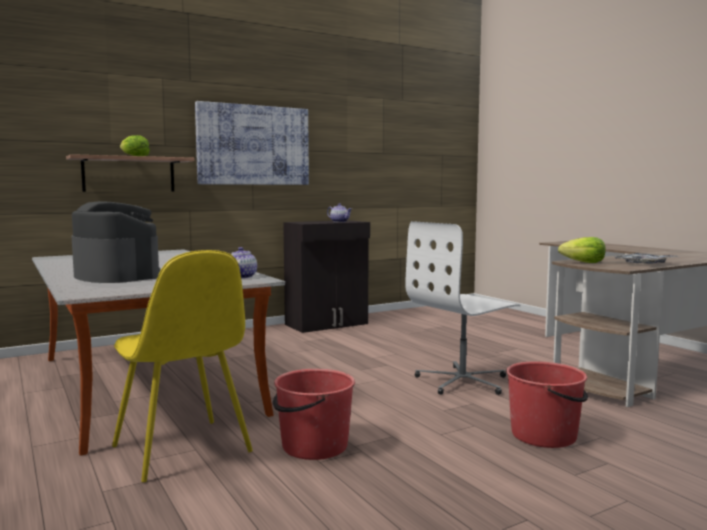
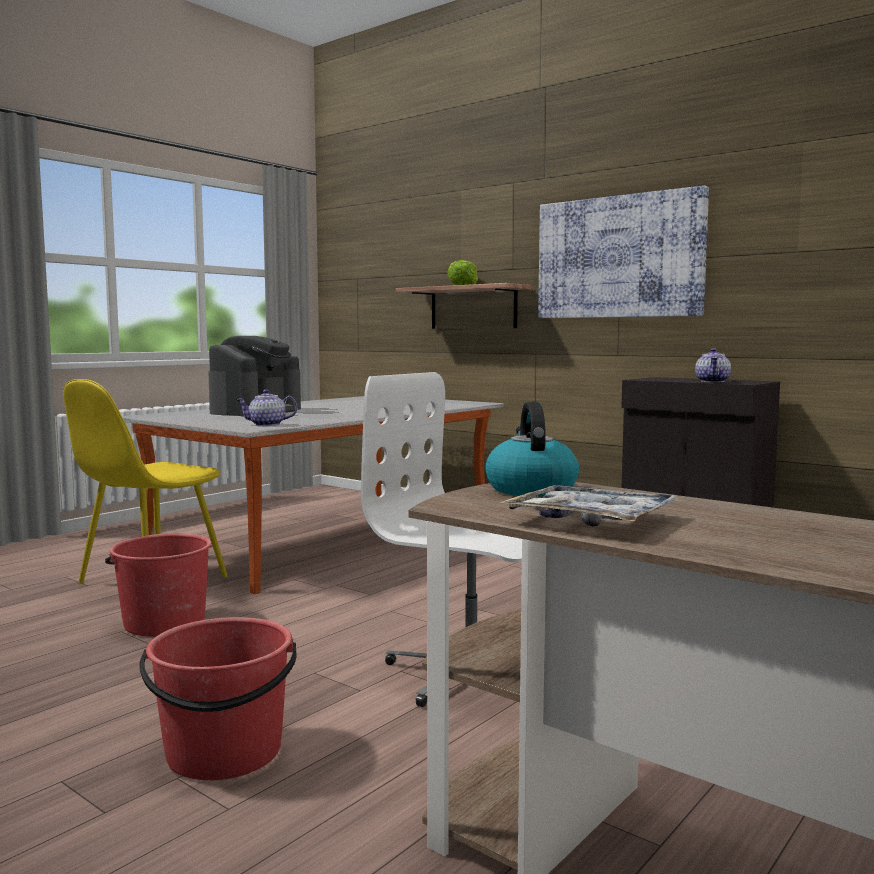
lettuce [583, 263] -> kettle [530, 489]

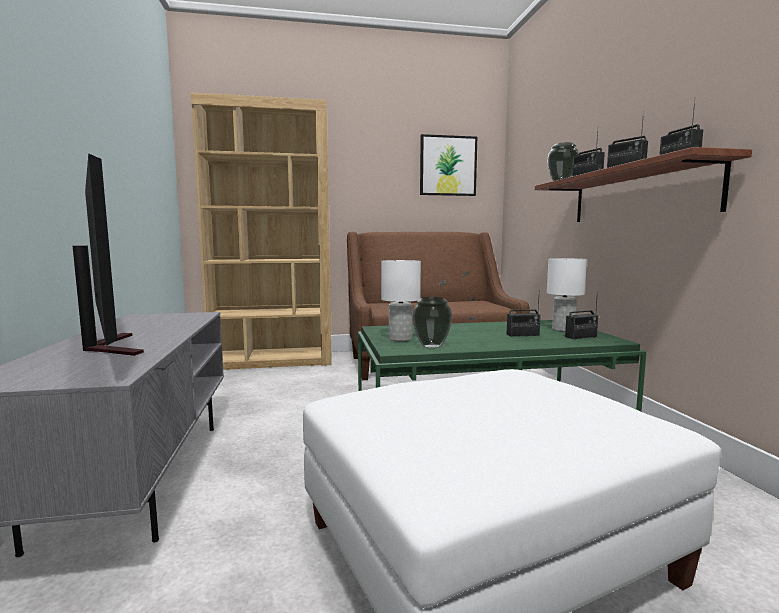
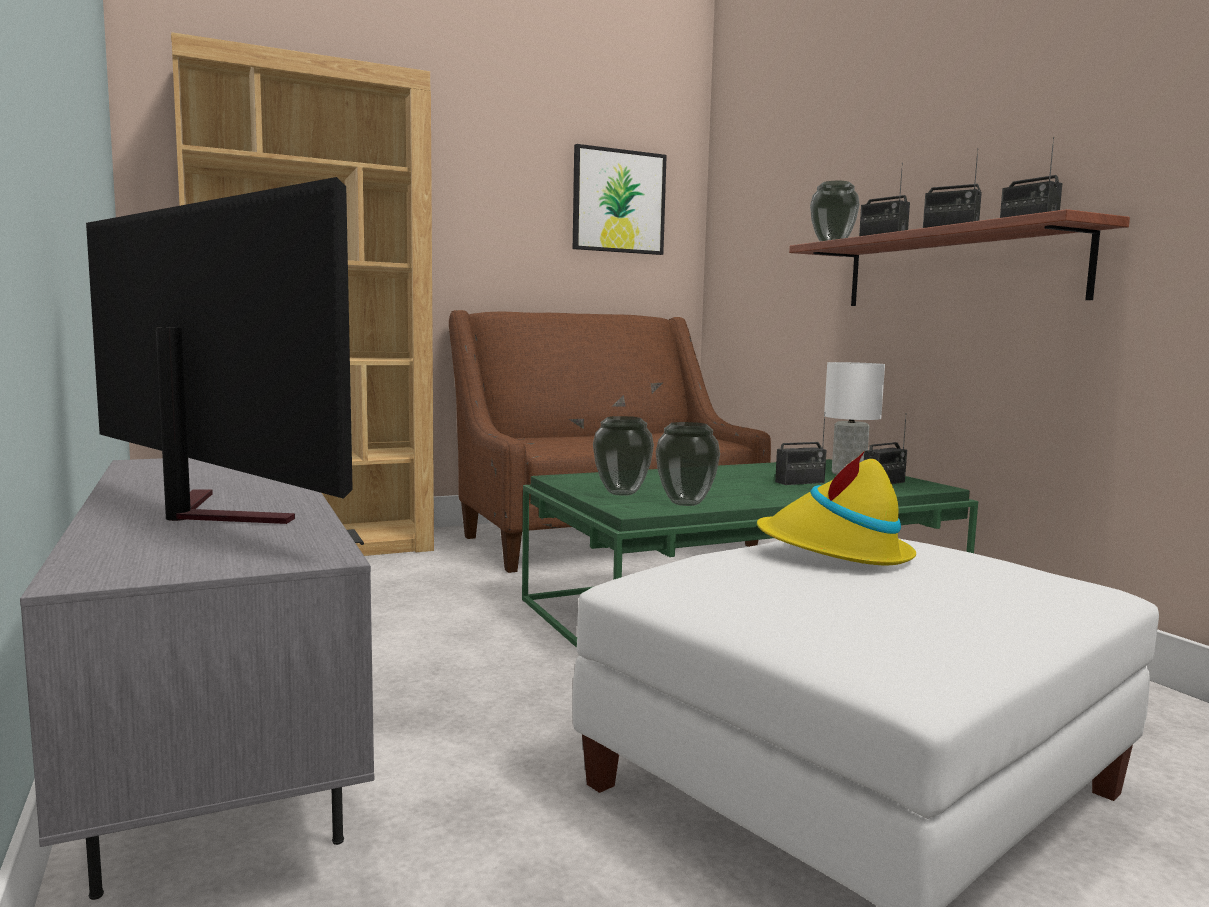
white table lamp [400, 338] -> vase [622, 493]
none -> yellow hat [834, 552]

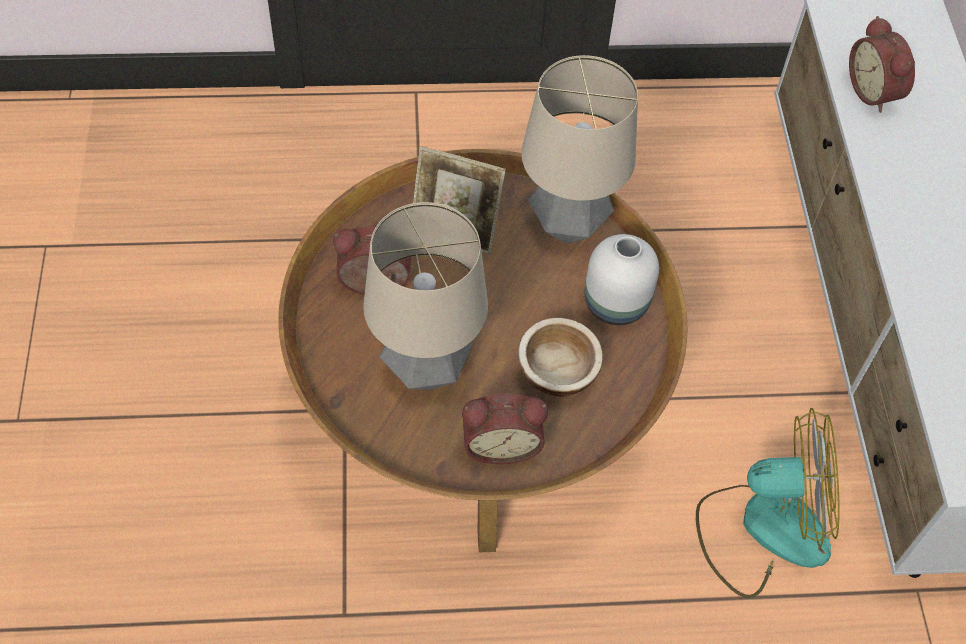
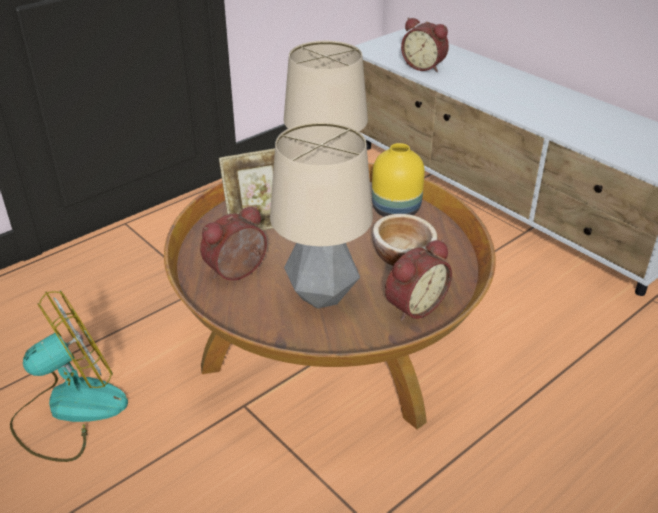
fan [763, 527] -> fan [69, 410], relocated
white vase [617, 305] -> yellow vase [397, 211]

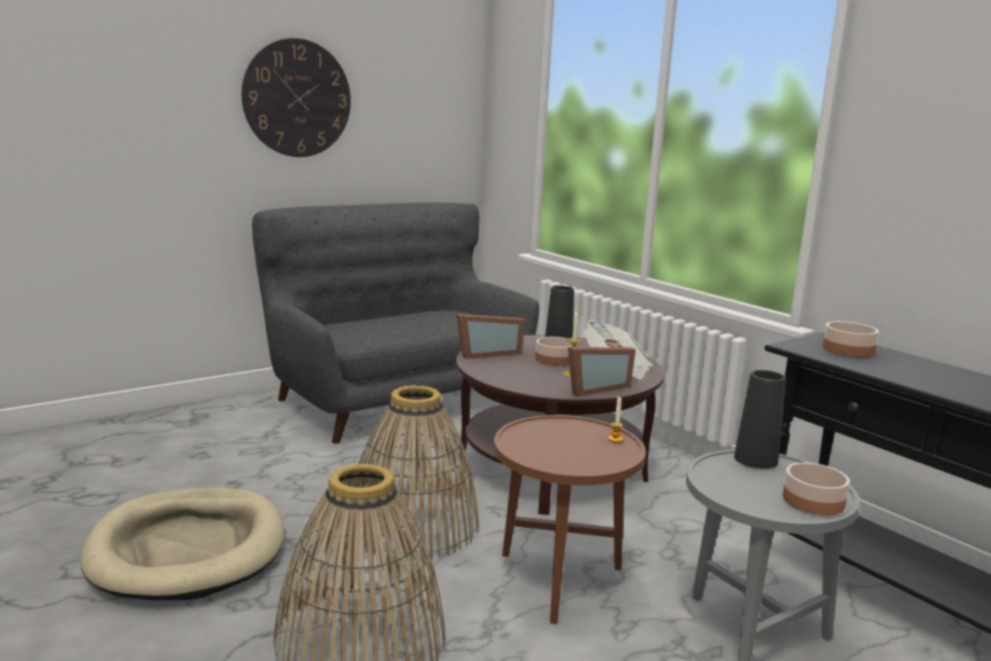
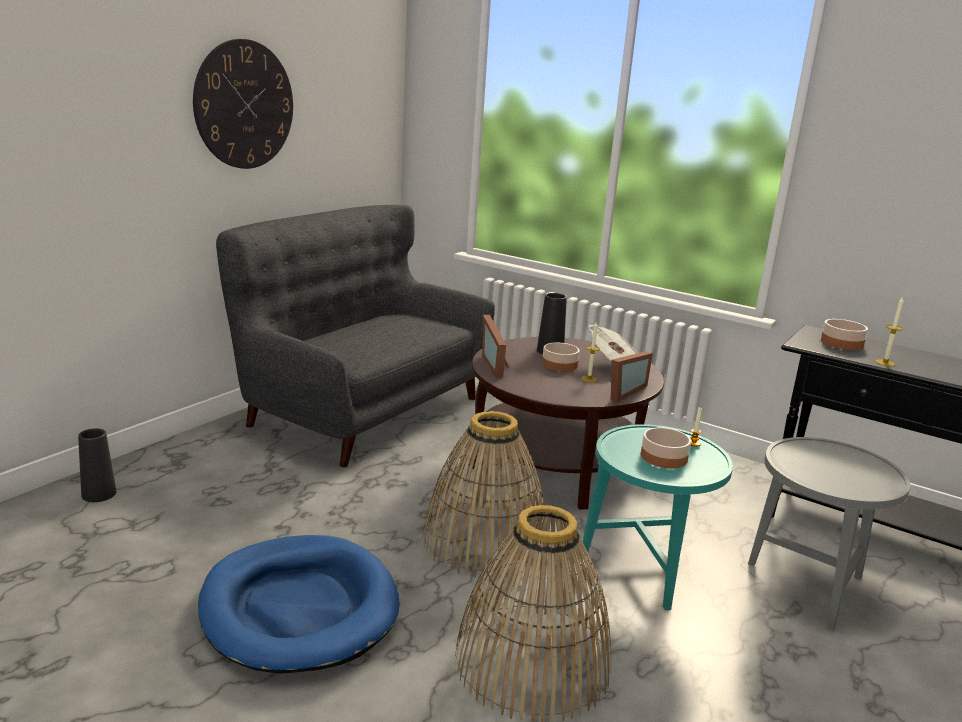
black vase [755, 459] -> black vase [99, 494], relocated
beige dog bed [188, 549] -> blue dog bed [299, 608]
picture frame [486, 353] -> picture frame [497, 365], 120 degrees clockwise
brown side table [558, 583] -> turquoise side table [644, 572]
bowl [812, 501] -> bowl [663, 457], relocated
none -> candle [885, 363]

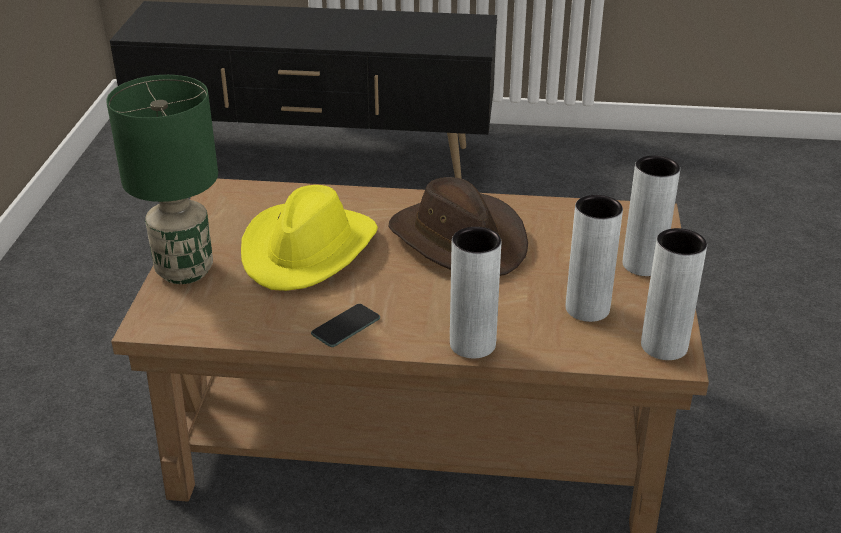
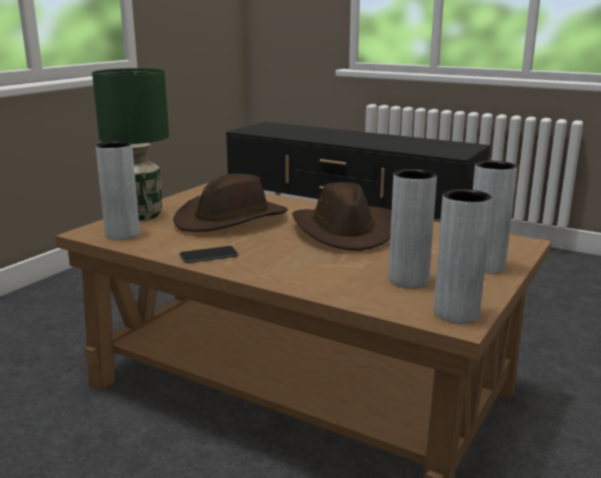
grey vase [472, 344] -> grey vase [122, 234], relocated
yellow hat [309, 250] -> brown hat [231, 219]

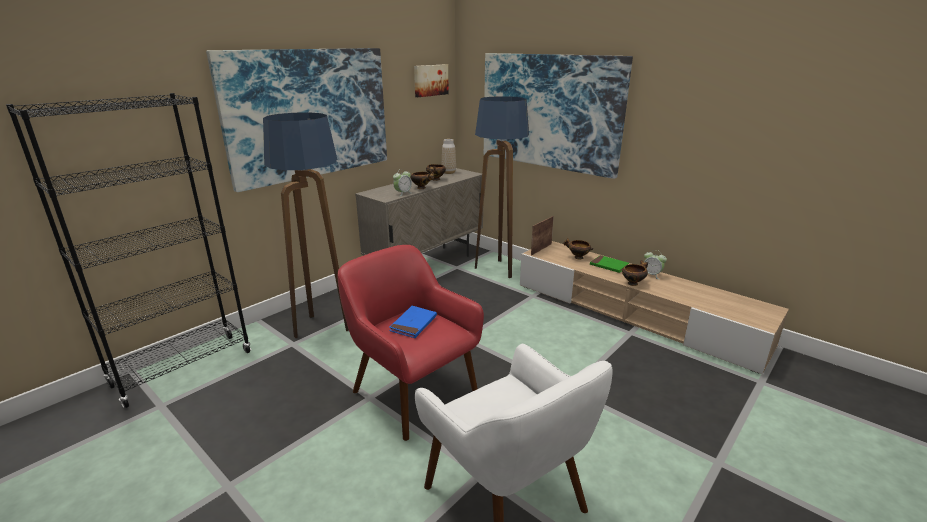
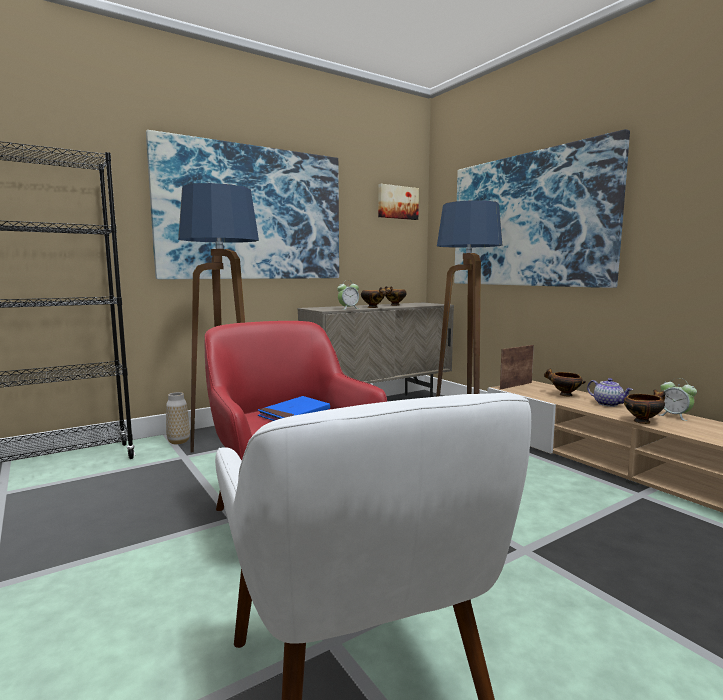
vase [448, 172] -> vase [178, 441], relocated
green book [609, 266] -> teapot [608, 404]

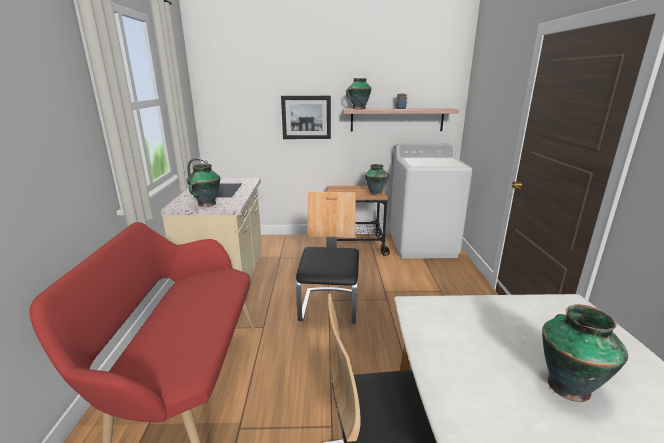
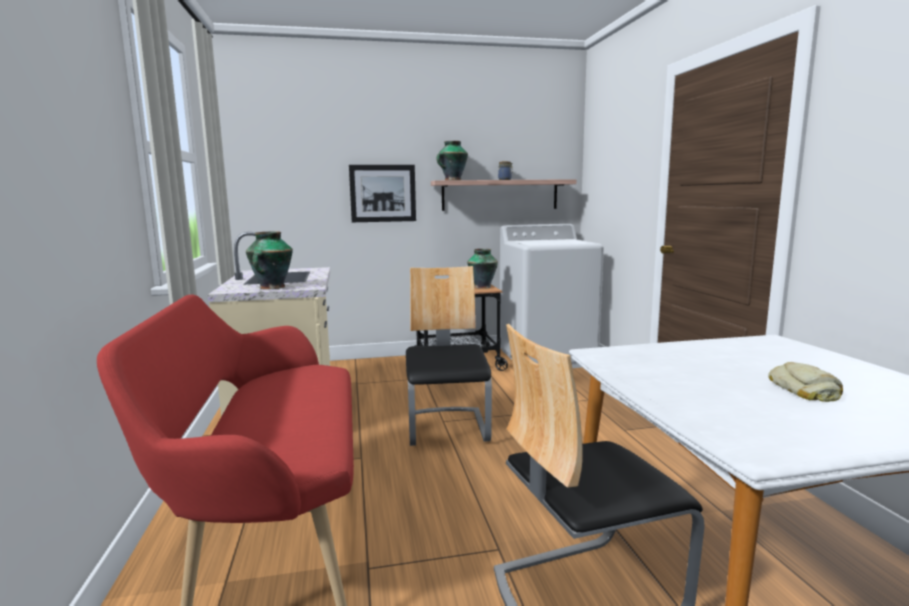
vase [567, 385] -> bread [804, 390]

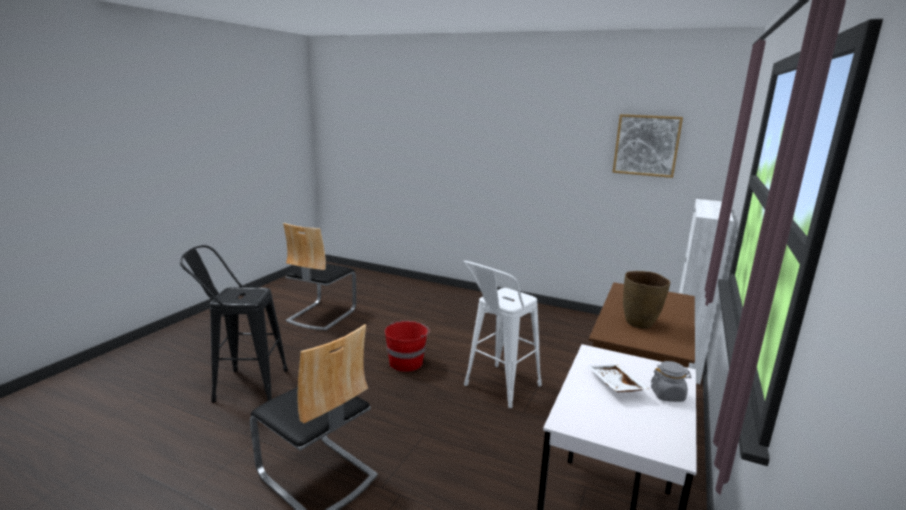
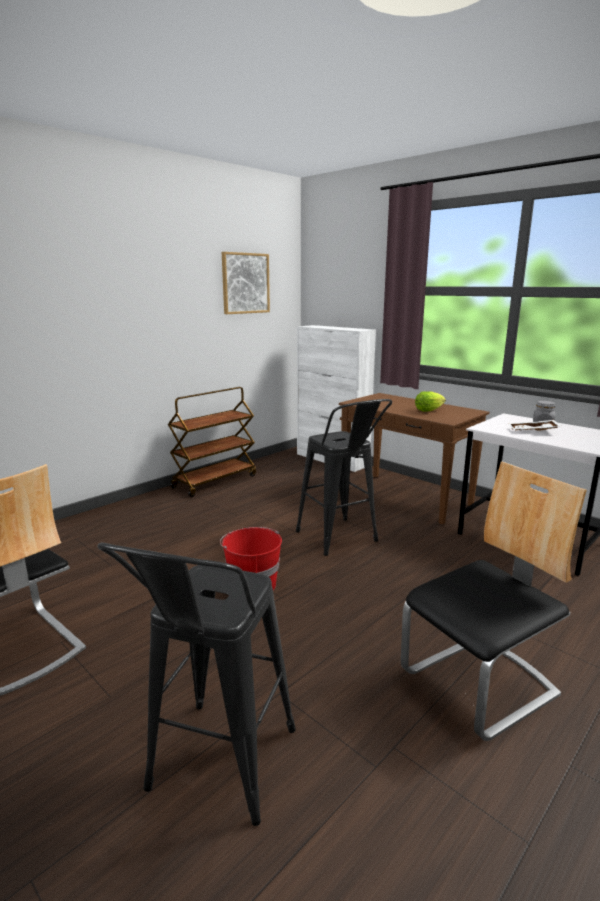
none -> brown cart [215, 481]
white stool [497, 389] -> black stool [340, 540]
brown vase [640, 323] -> lettuce [428, 410]

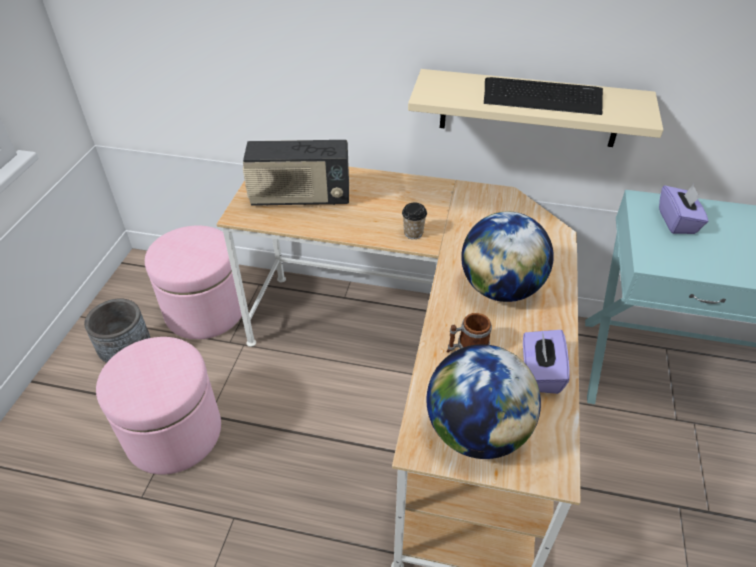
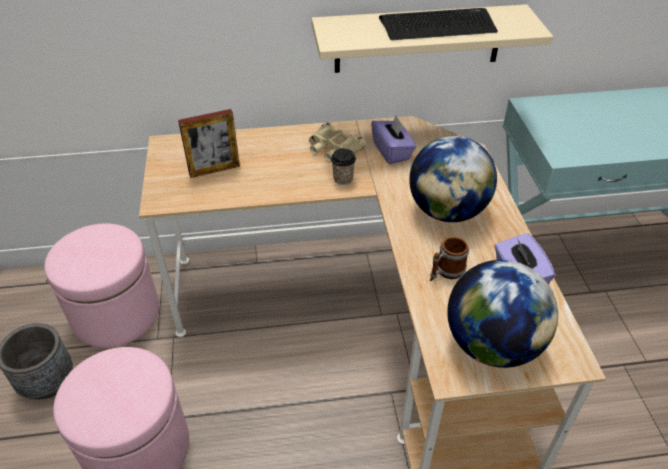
radio [300, 198] -> picture frame [214, 170]
none -> beige binoculars [333, 148]
purple tissue box [677, 222] -> purple tissue box [392, 151], relocated

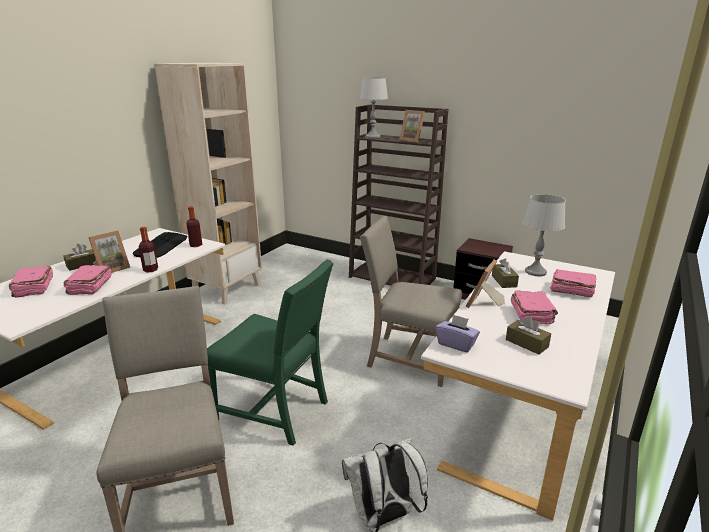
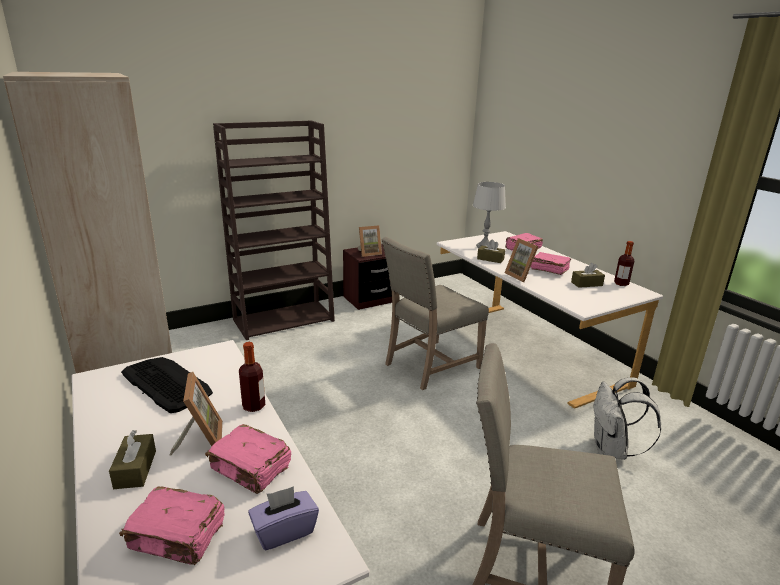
purple tissue box [456, 344] -> purple tissue box [284, 531], relocated
picture frame [412, 140] -> picture frame [369, 253], relocated
bottle [196, 245] -> bottle [621, 284], relocated
green chair [276, 410] -> none
grey table lamp [373, 137] -> none

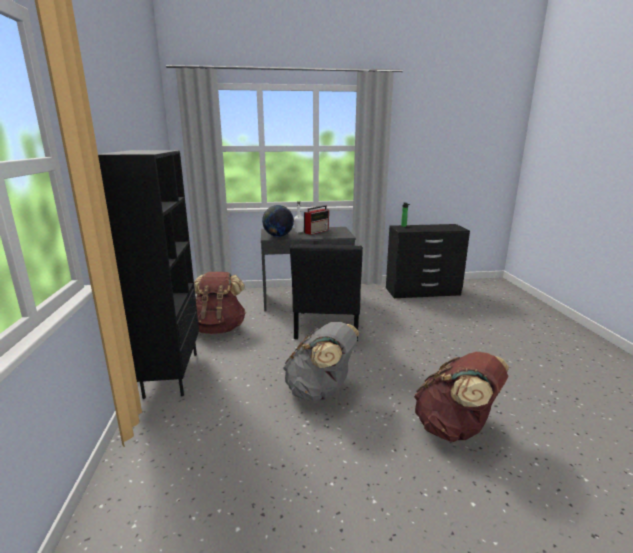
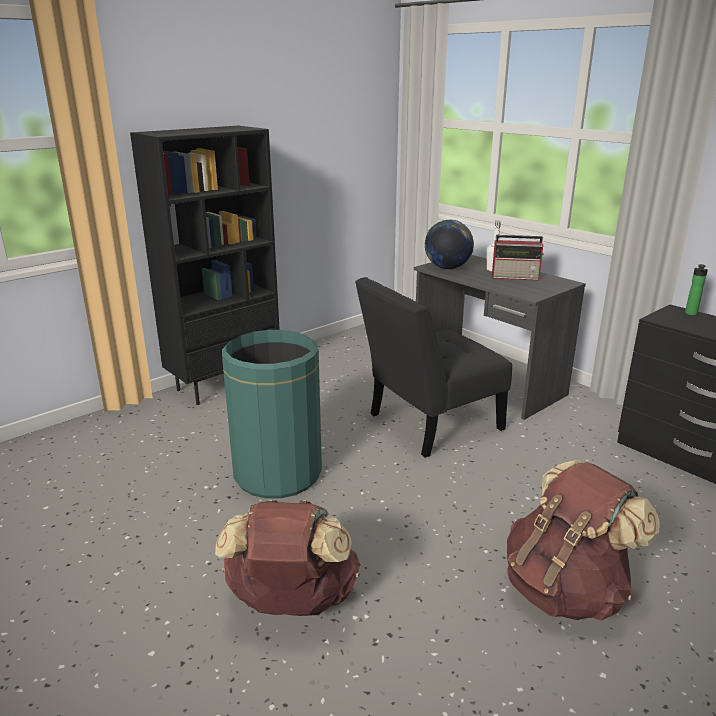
grey backpack [321, 391] -> green trash can [277, 474]
brown backpack [218, 328] -> brown backpack [565, 590], relocated

